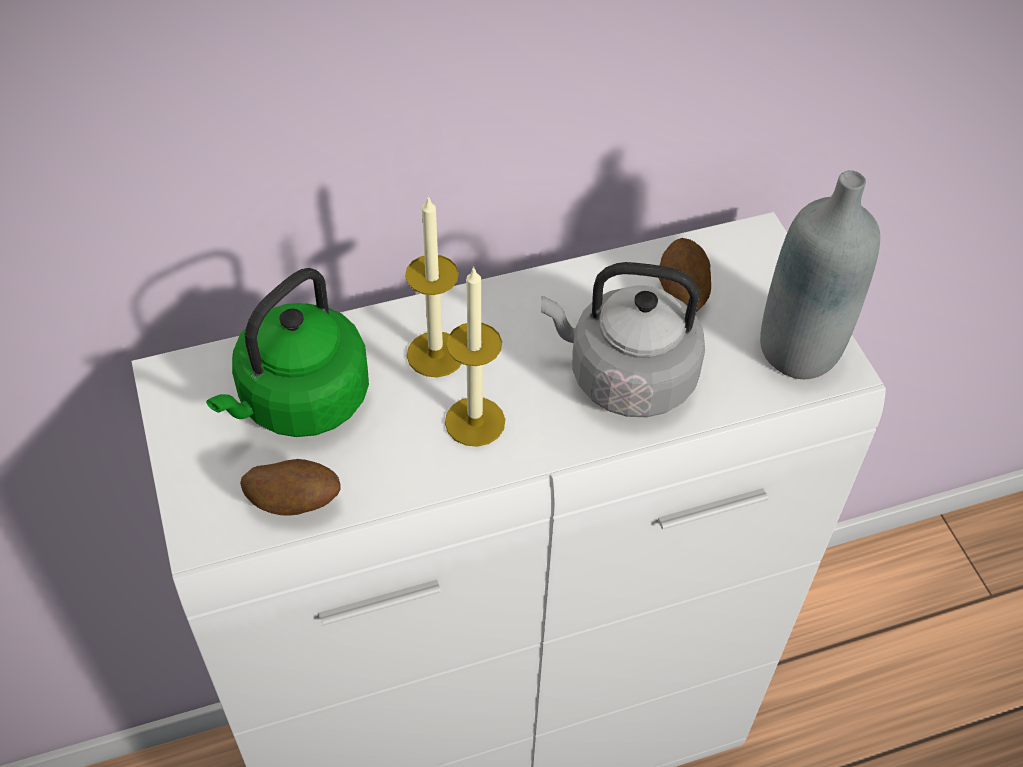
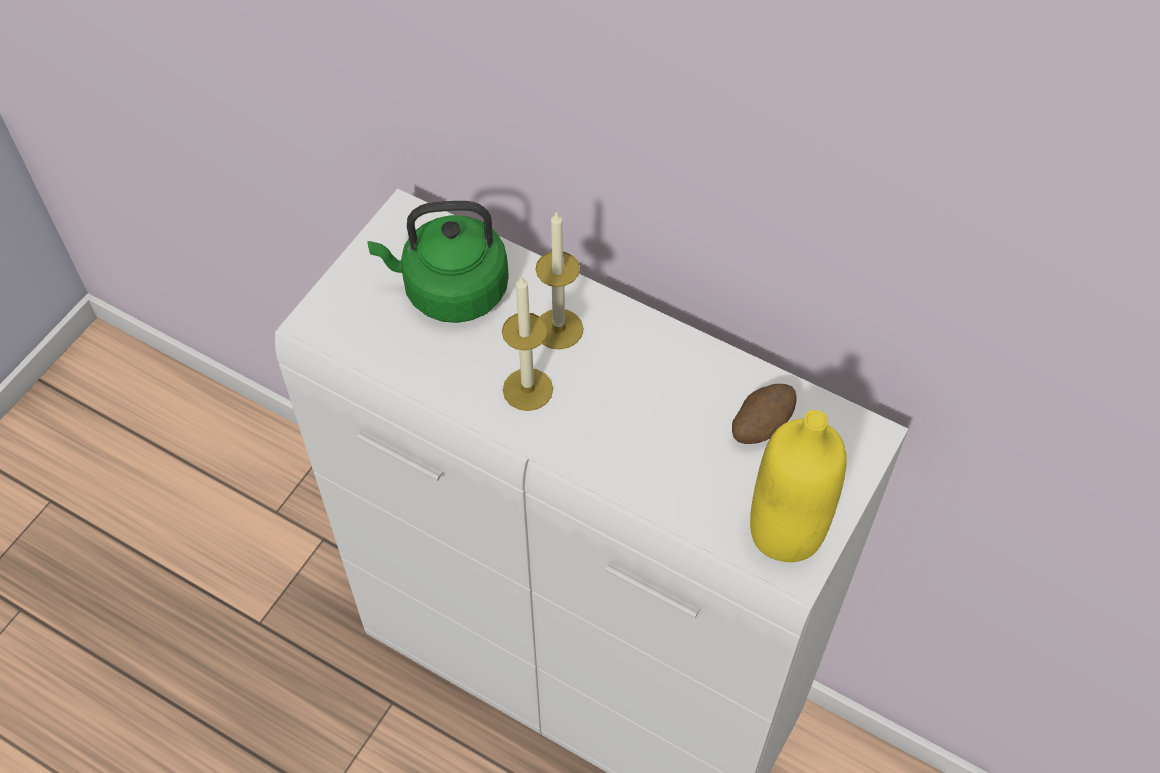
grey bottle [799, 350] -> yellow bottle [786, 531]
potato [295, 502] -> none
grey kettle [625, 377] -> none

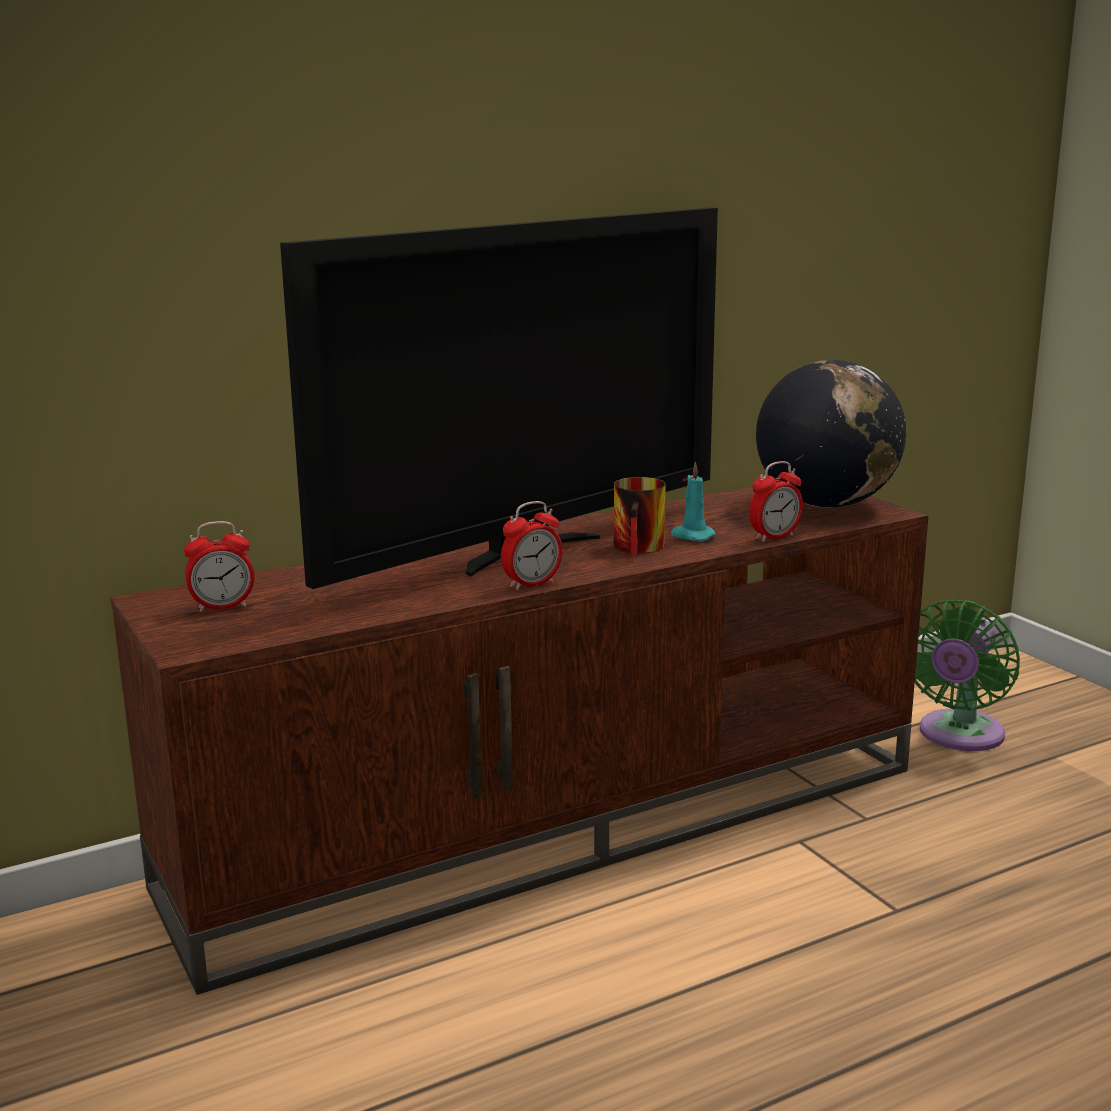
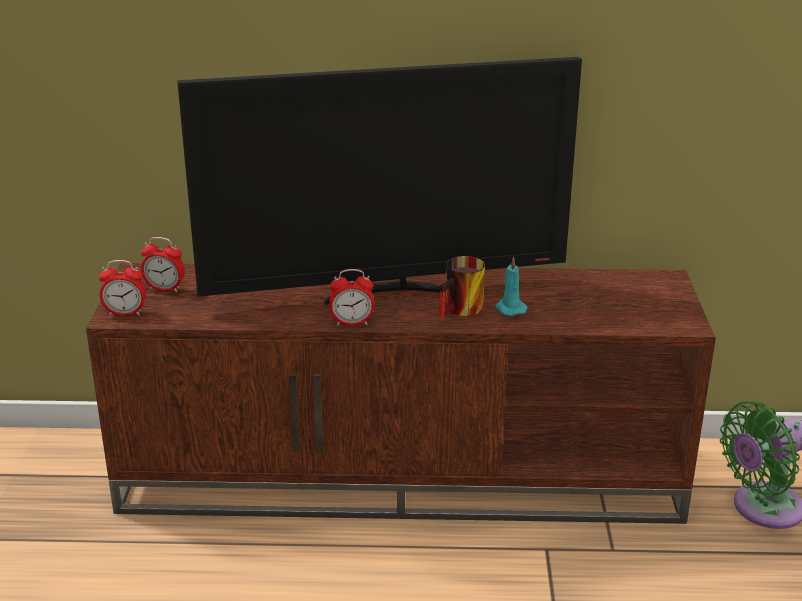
alarm clock [774, 537] -> alarm clock [125, 313], relocated
globe [826, 504] -> none

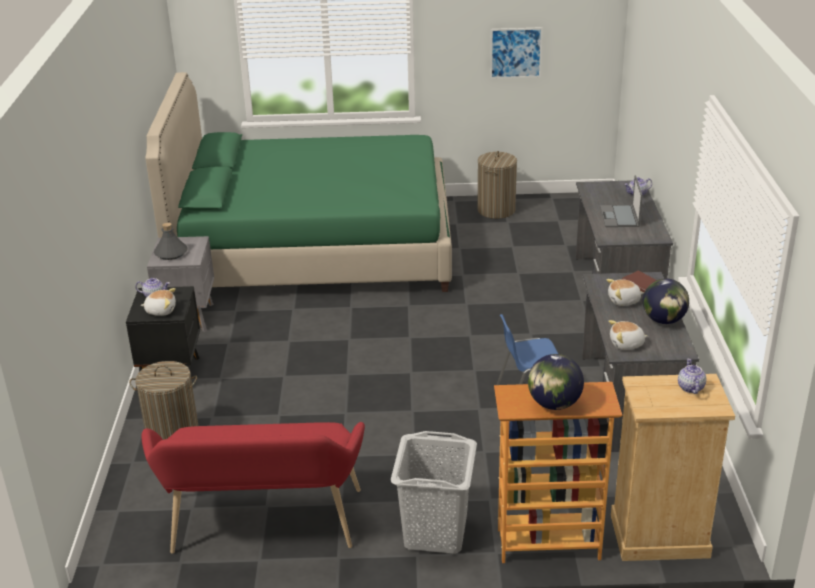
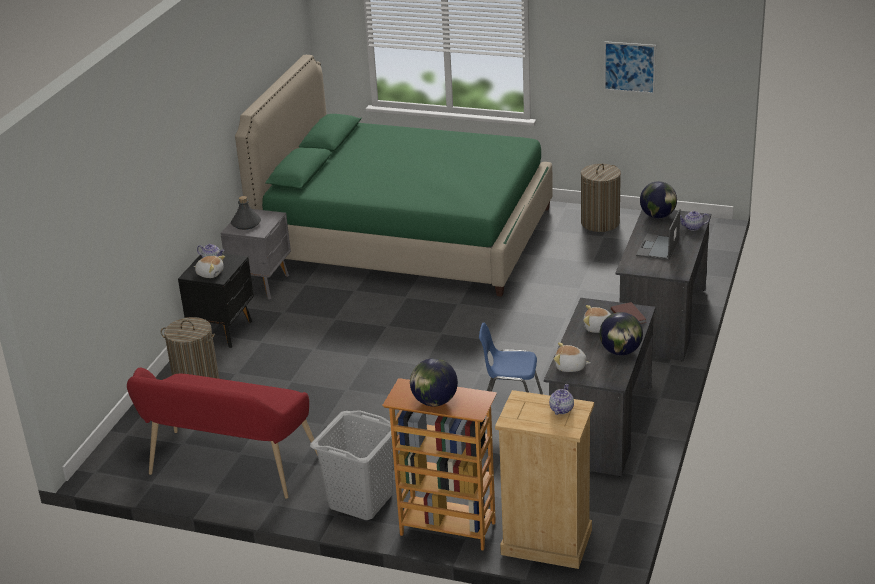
none -> globe [658, 216]

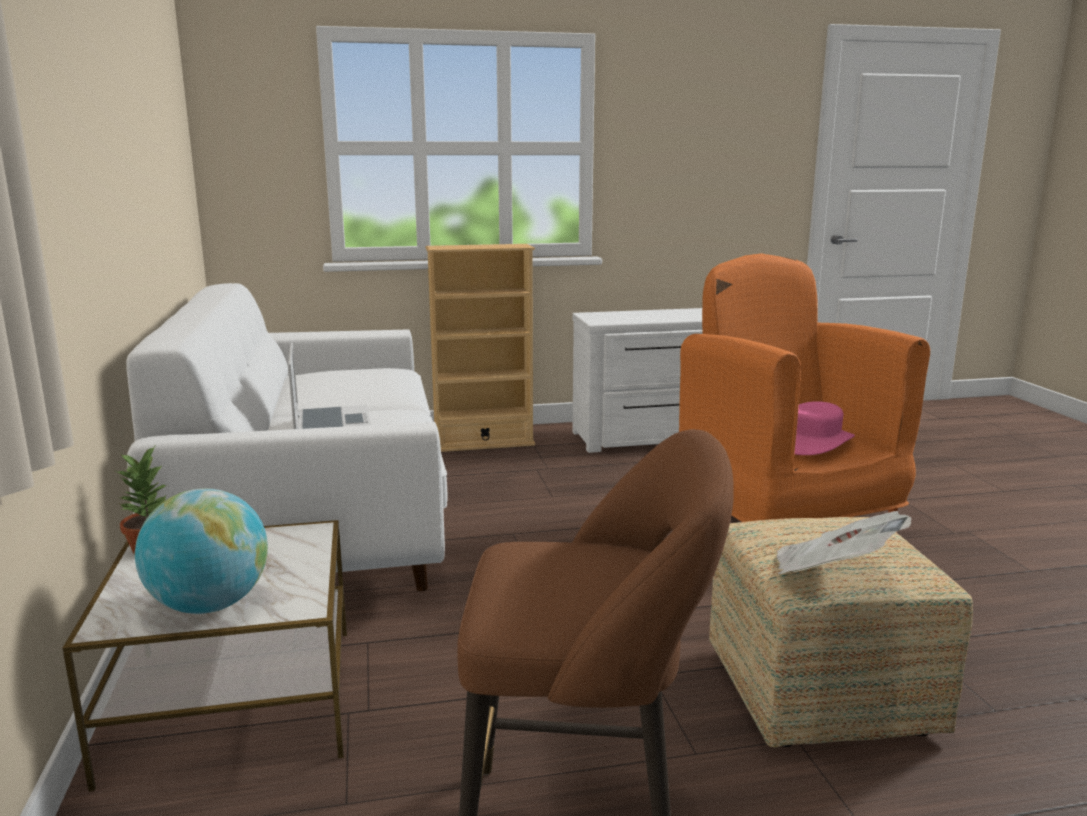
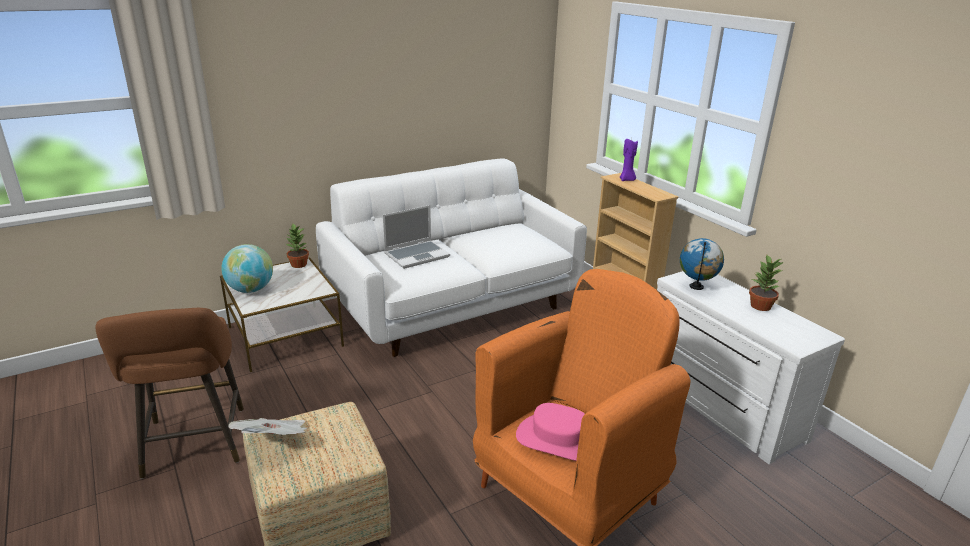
none -> purple candle [627, 180]
none -> globe [696, 287]
none -> potted plant [760, 306]

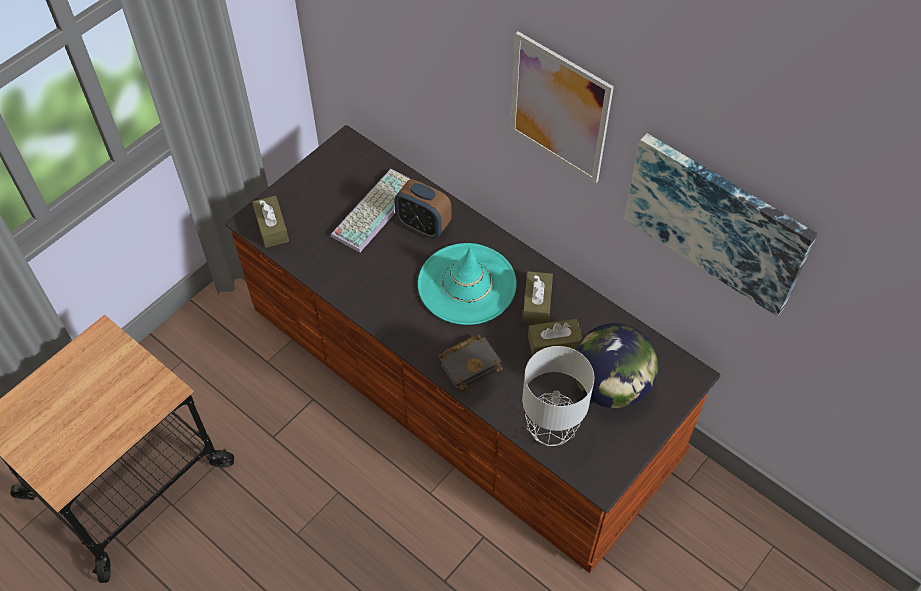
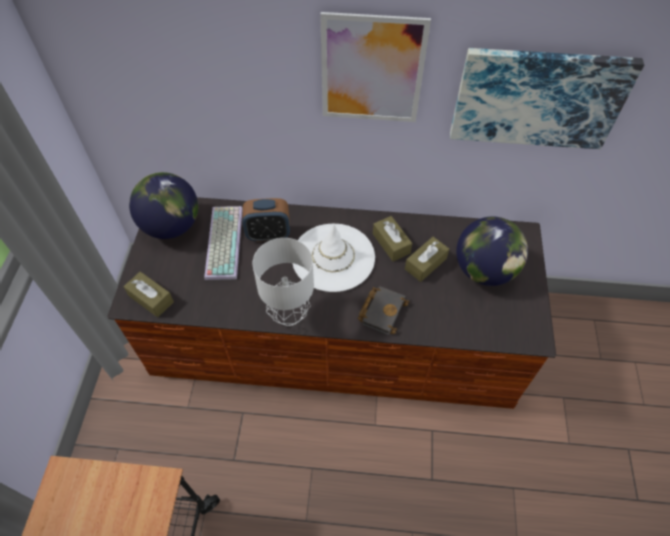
none -> globe [172, 225]
grey table lamp [549, 431] -> grey table lamp [288, 314], relocated
turquoise hat [466, 284] -> white hat [333, 257]

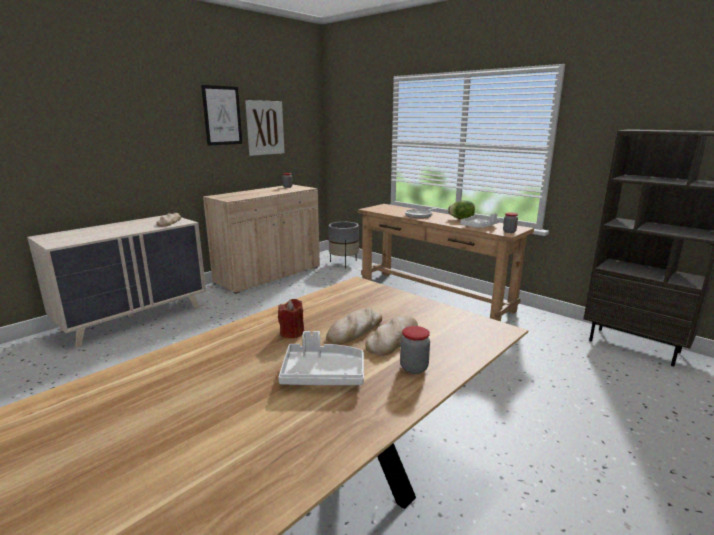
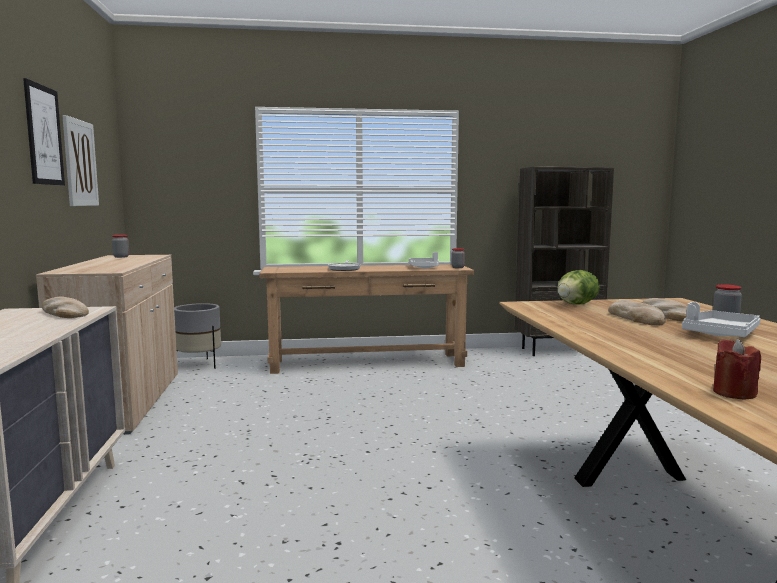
lettuce [461, 219] -> lettuce [576, 304], relocated
red candle [292, 333] -> red candle [734, 393], relocated

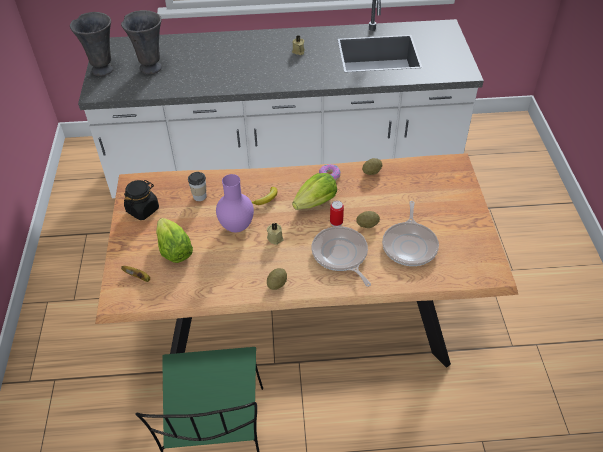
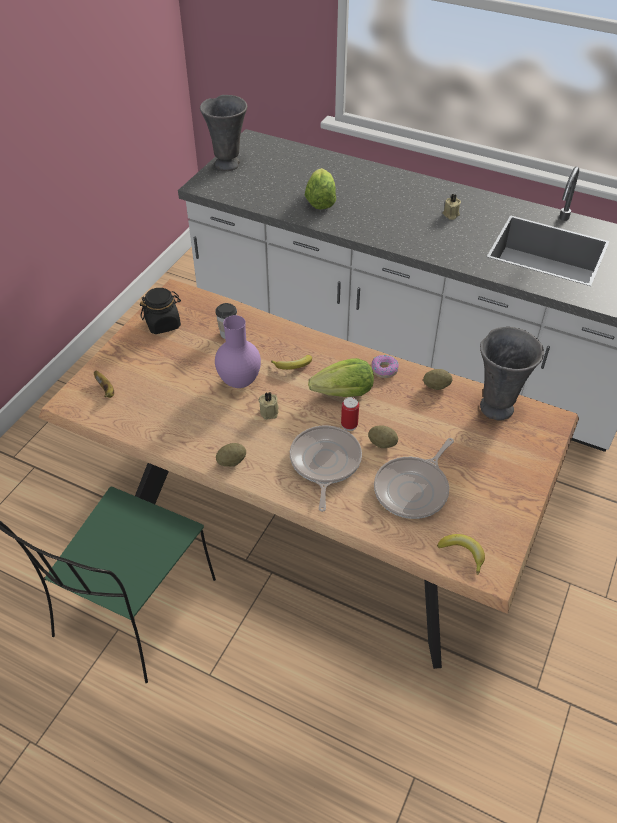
lettuce [174, 251] -> lettuce [320, 201], relocated
none -> banana [463, 553]
grey vase [151, 67] -> grey vase [497, 407], relocated

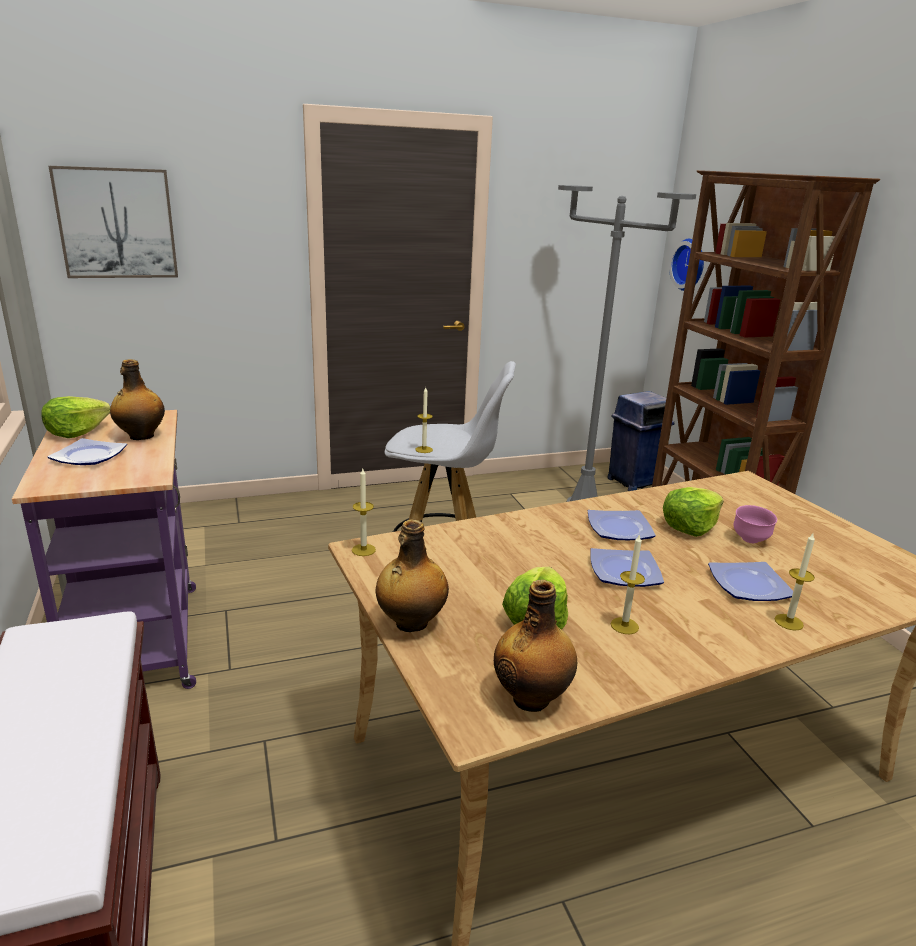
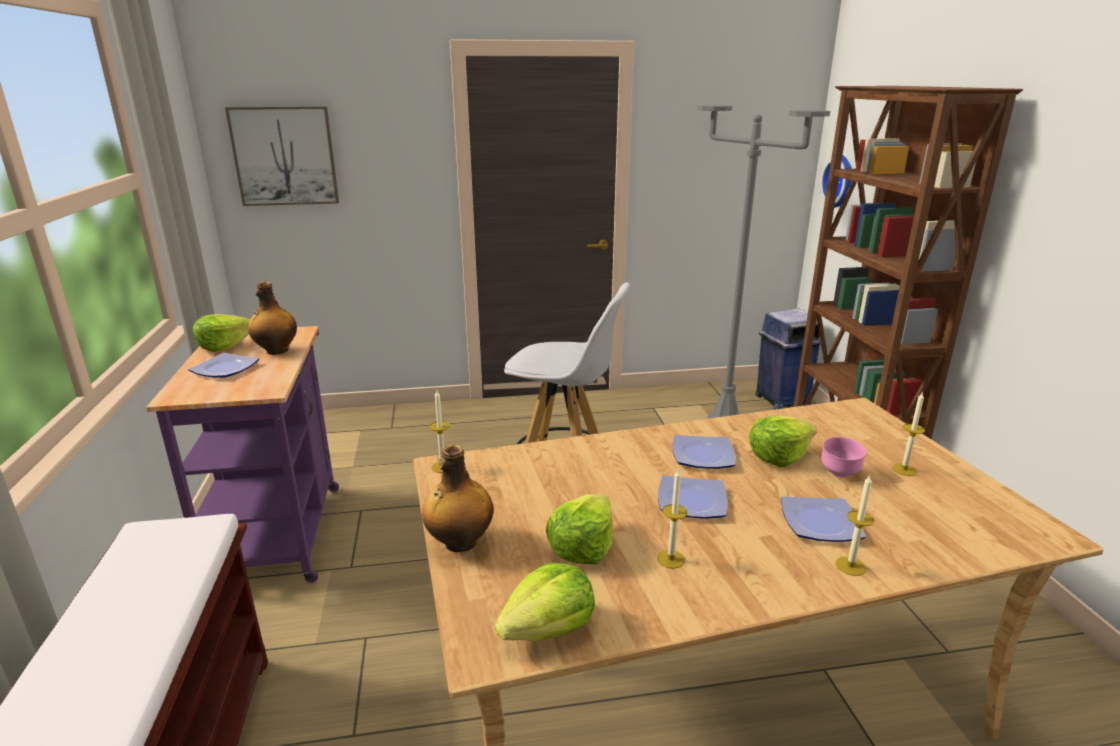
bottle [532, 698] -> lettuce [549, 628]
candle [424, 449] -> candle [904, 469], relocated

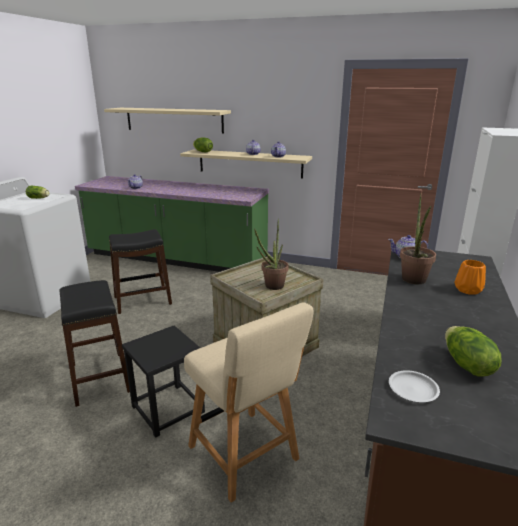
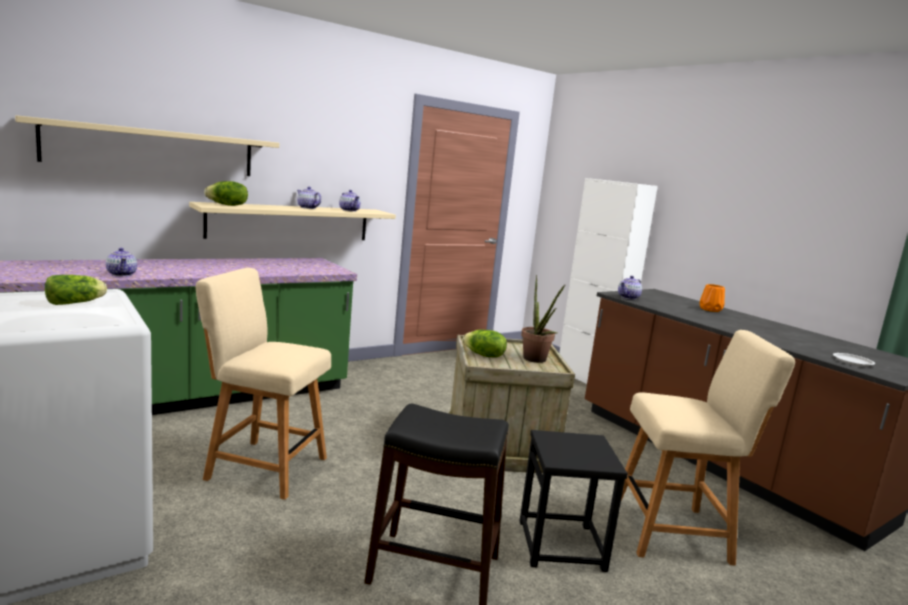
black stool [142, 300] -> beige chair [262, 467]
lettuce [466, 365] -> lettuce [484, 355], relocated
potted plant [414, 281] -> none

